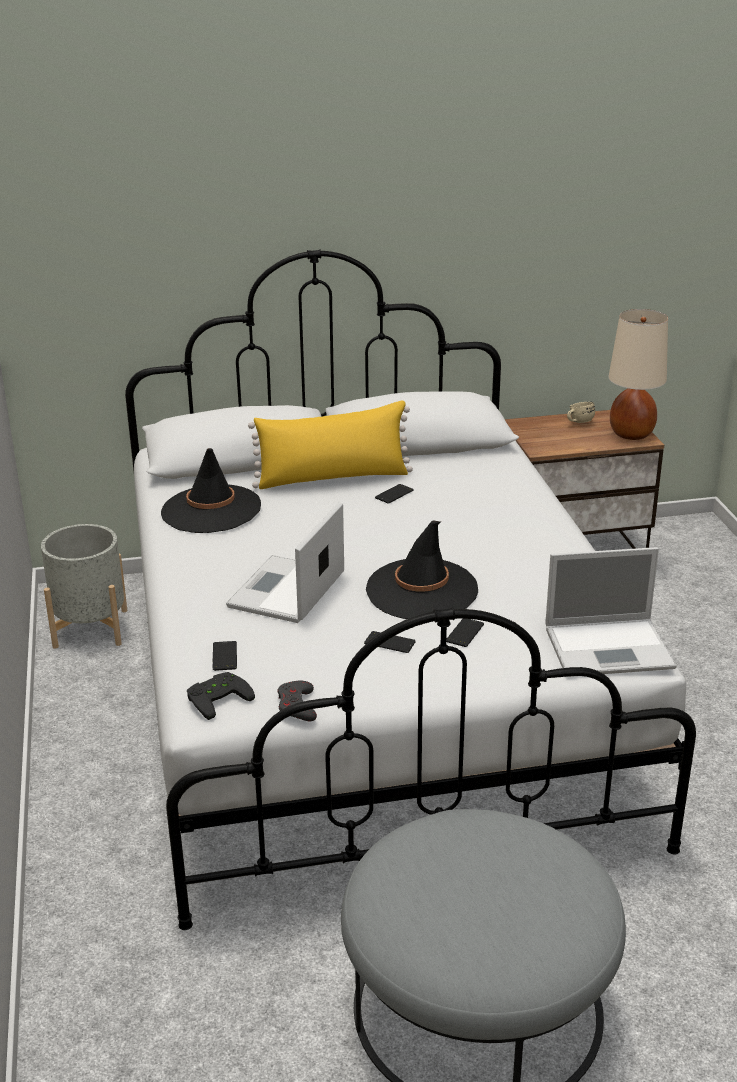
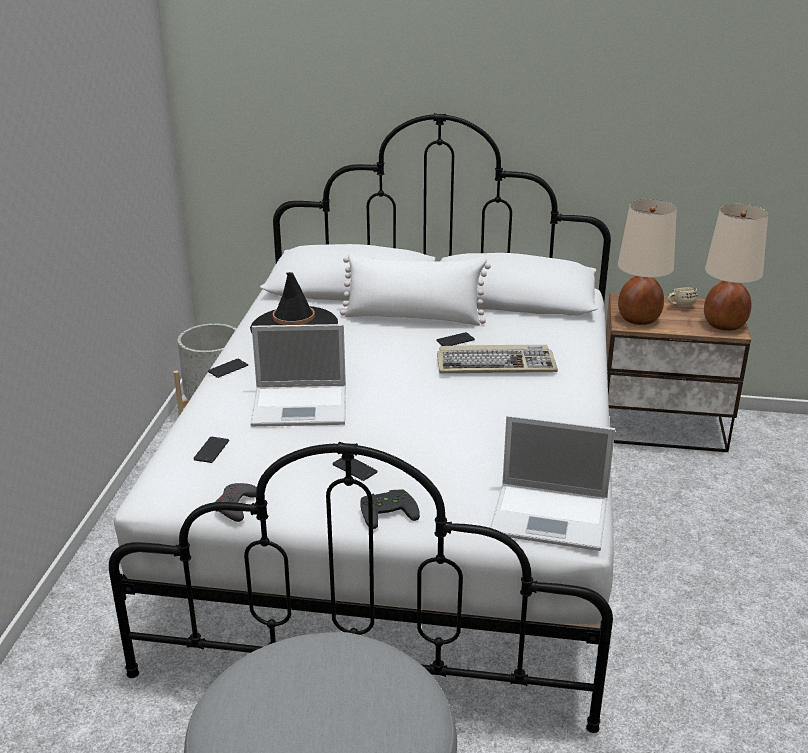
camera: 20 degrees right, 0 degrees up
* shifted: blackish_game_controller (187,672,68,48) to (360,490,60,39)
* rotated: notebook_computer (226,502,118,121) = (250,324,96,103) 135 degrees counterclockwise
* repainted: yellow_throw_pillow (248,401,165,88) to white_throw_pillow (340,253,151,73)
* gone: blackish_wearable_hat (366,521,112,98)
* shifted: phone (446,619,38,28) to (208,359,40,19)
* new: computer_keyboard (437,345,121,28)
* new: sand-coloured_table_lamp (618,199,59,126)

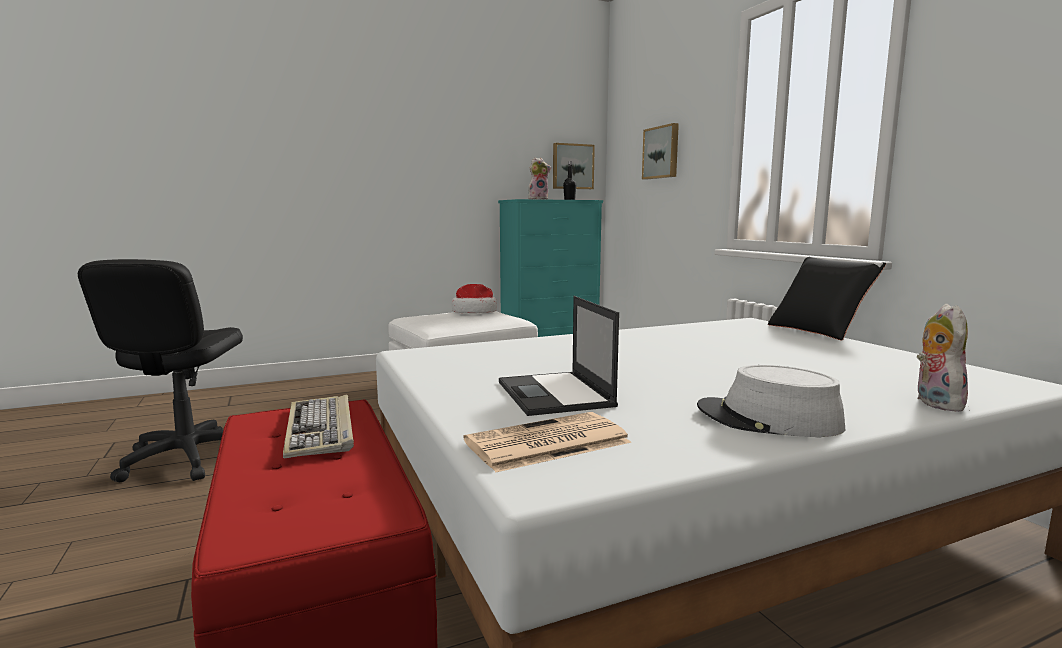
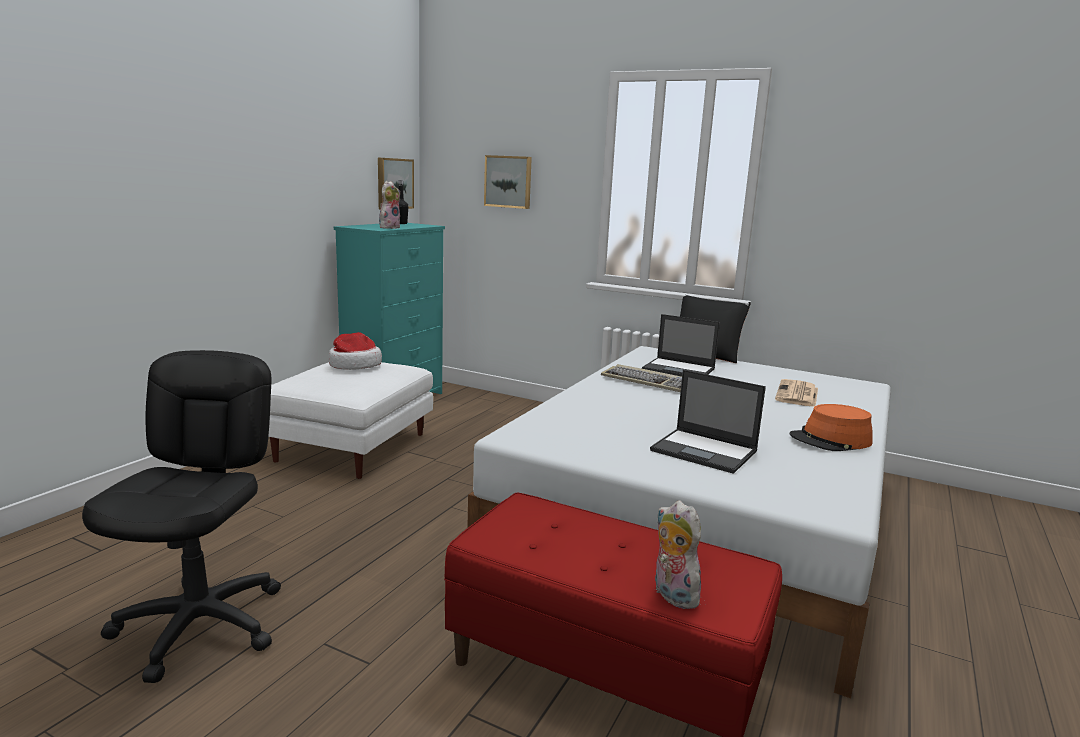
camera: 40 degrees left, 5 degrees up
* rotated: blackish_office_chair (78,259,165,223) = (82,350,199,333) 135 degrees counterclockwise
* shifted: computer_keyboard (283,394,71,64) to (601,364,81,28)
* shifted: newspaper (464,412,168,61) to (775,379,43,28)
* repainted: grey_wearable_hat (697,365,148,72) to orangey_wearable_hat (789,404,83,47)
* shifted: cuddly_toy (917,304,51,108) to (655,500,46,109)
* new: notebook_computer (642,314,78,63)

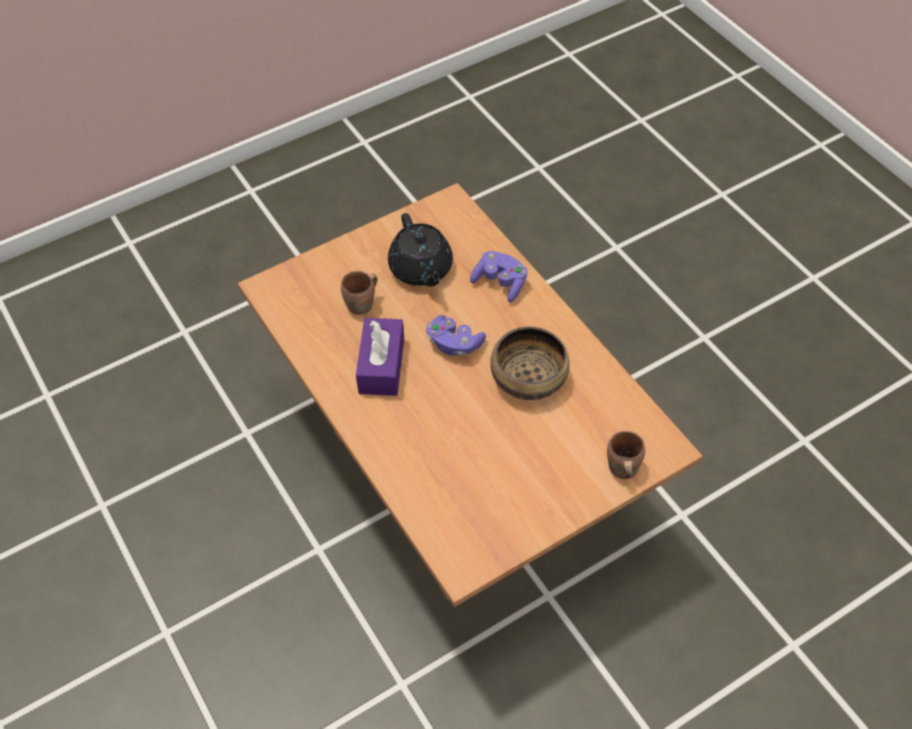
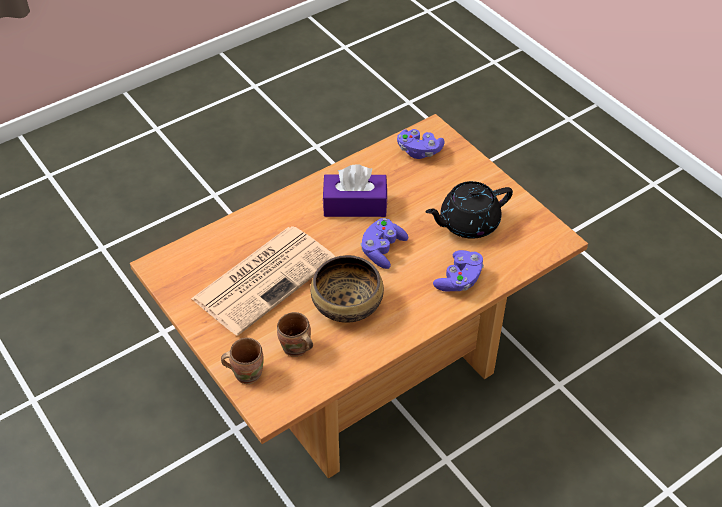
camera: 85 degrees right, 5 degrees down
* shifted: brownish_tea_mug (341,271,37,44) to (277,312,36,45)
* new: newspaper (191,226,145,110)
* new: purple_game_controller (397,129,48,30)

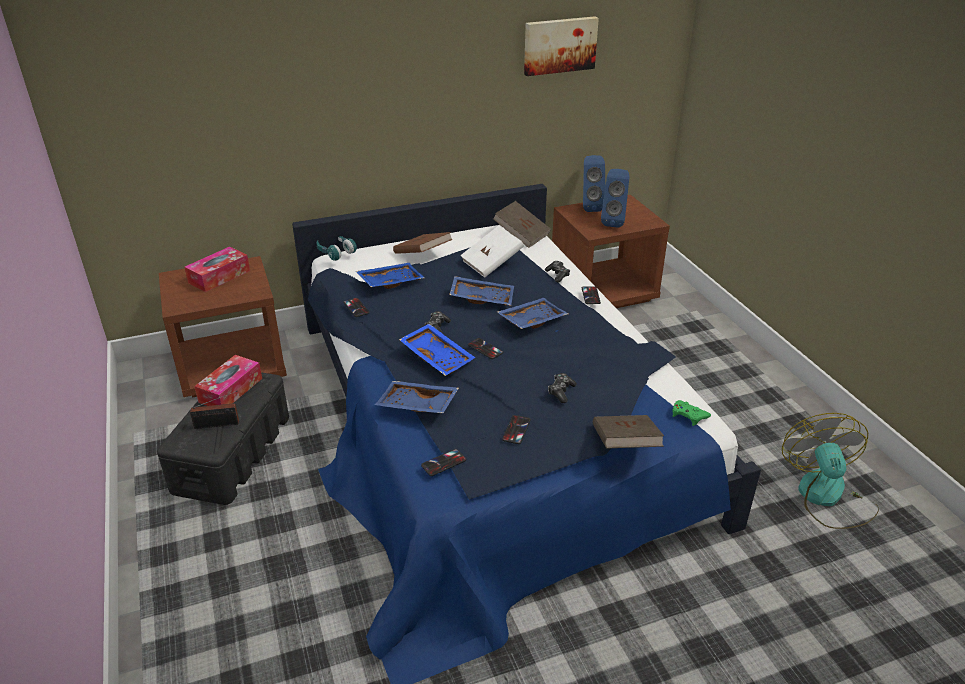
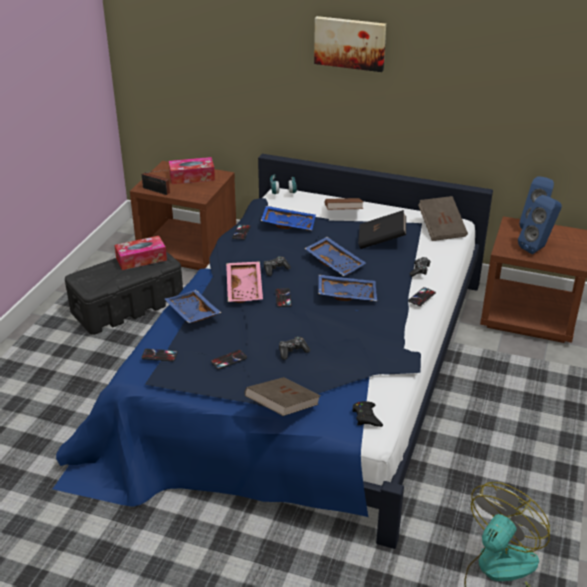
camera: 40 degrees right, 0 degrees up
* shifted: radio_set (190,391,49,38) to (142,170,28,25)
* repainted: blue_carrying_tray (399,324,76,52) to pinkish_carrying_tray (226,261,37,42)
* repainted: white_book (460,226,64,52) to blackish_book (358,210,48,39)
* shifted: wall_art (524,16,75,60) to (314,16,72,56)
* repainted: greenish_game_controller (673,400,38,26) to blackish_game_controller (352,401,31,26)

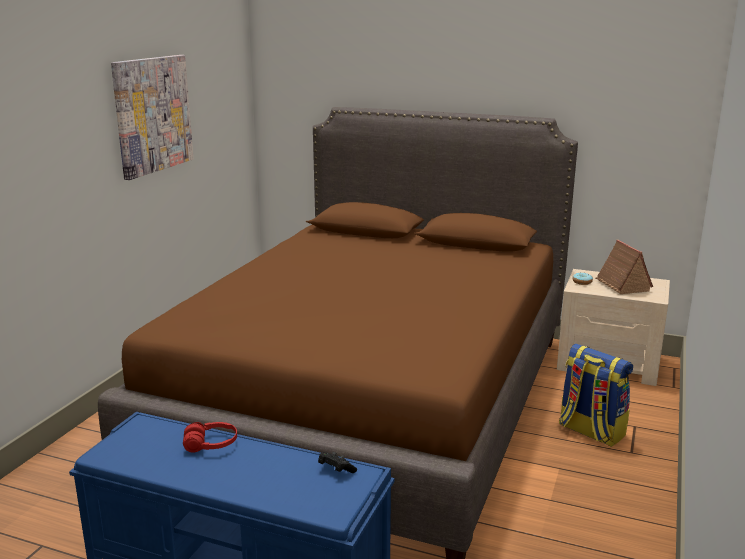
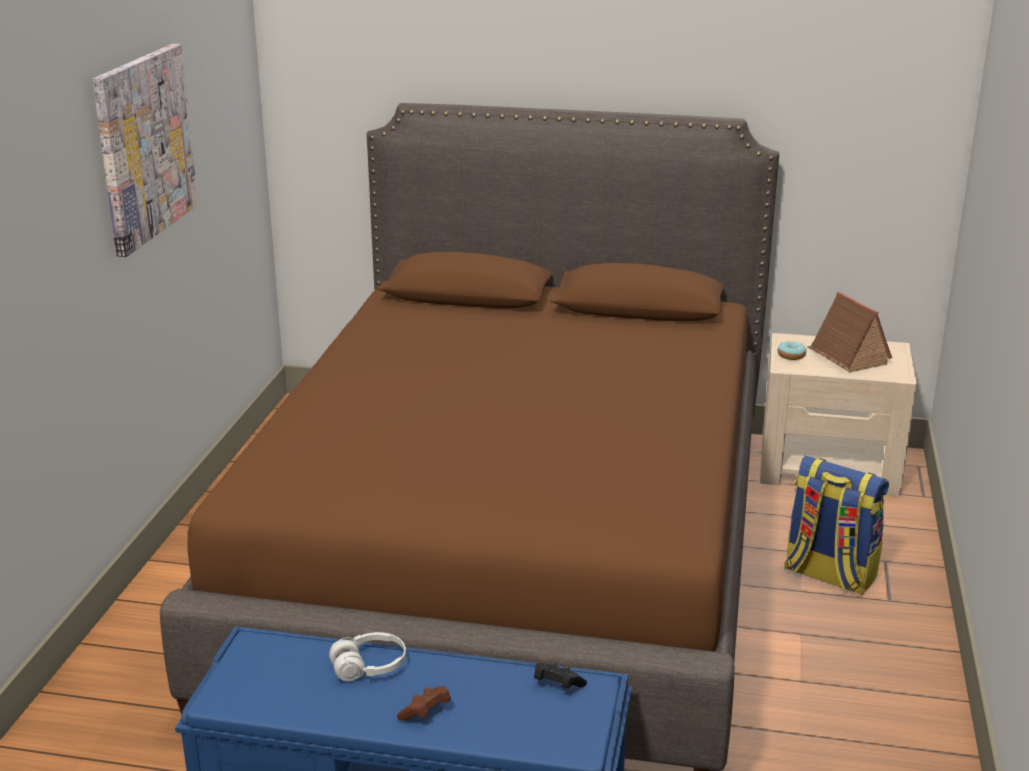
camera: 10 degrees left, 5 degrees up
* repainted: red_headphones (183,422,54,31) to white_headphones (329,632,77,50)
* new: brownish_game_controller (397,686,54,35)

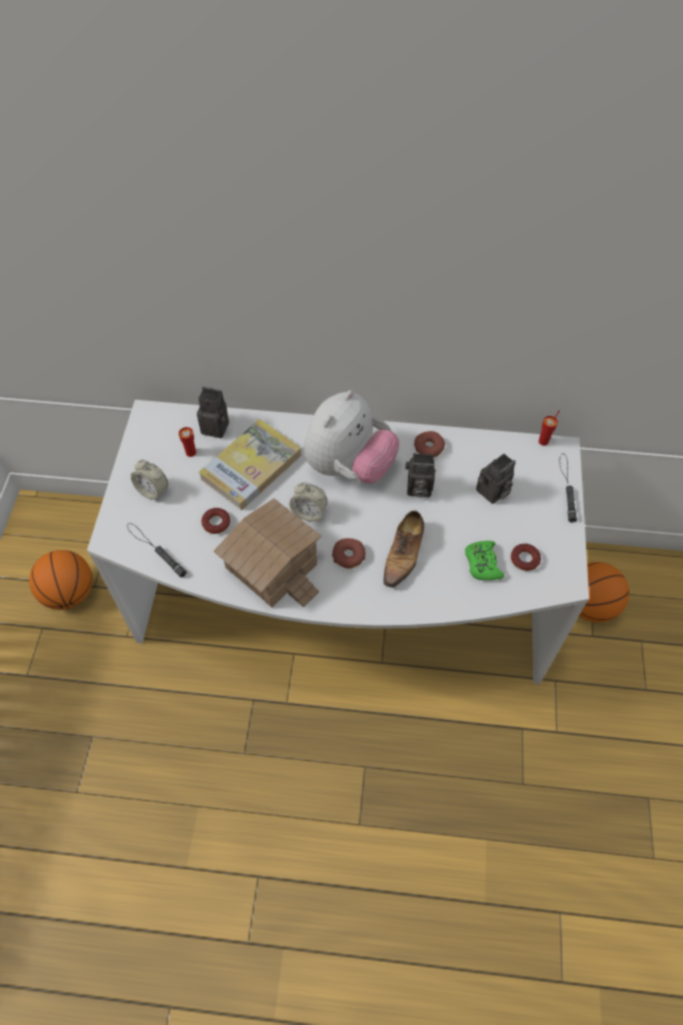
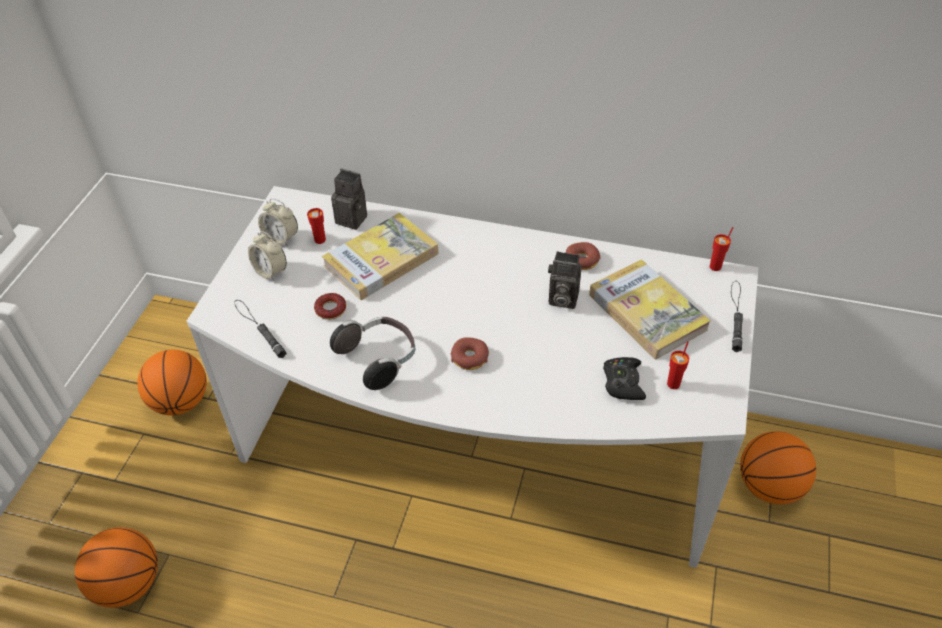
camera: 10 degrees right, 10 degrees down
* swapped: model_house (214,498,107,109) to headphones (330,316,85,74)
* shifted: table_clock (289,482,39,39) to (258,198,40,48)
* gone: cuddly_toy (304,390,95,93)
* gone: low_shoe (383,511,41,78)
* repainted: greenish_game_controller (465,541,39,39) to blackish_game_controller (603,357,43,43)
* swapped: photo_camera (476,453,40,51) to book (589,259,121,100)
* swapped: donut (511,544,30,27) to red_drinking_cup (667,341,22,48)
* new: basketball (75,527,83,81)

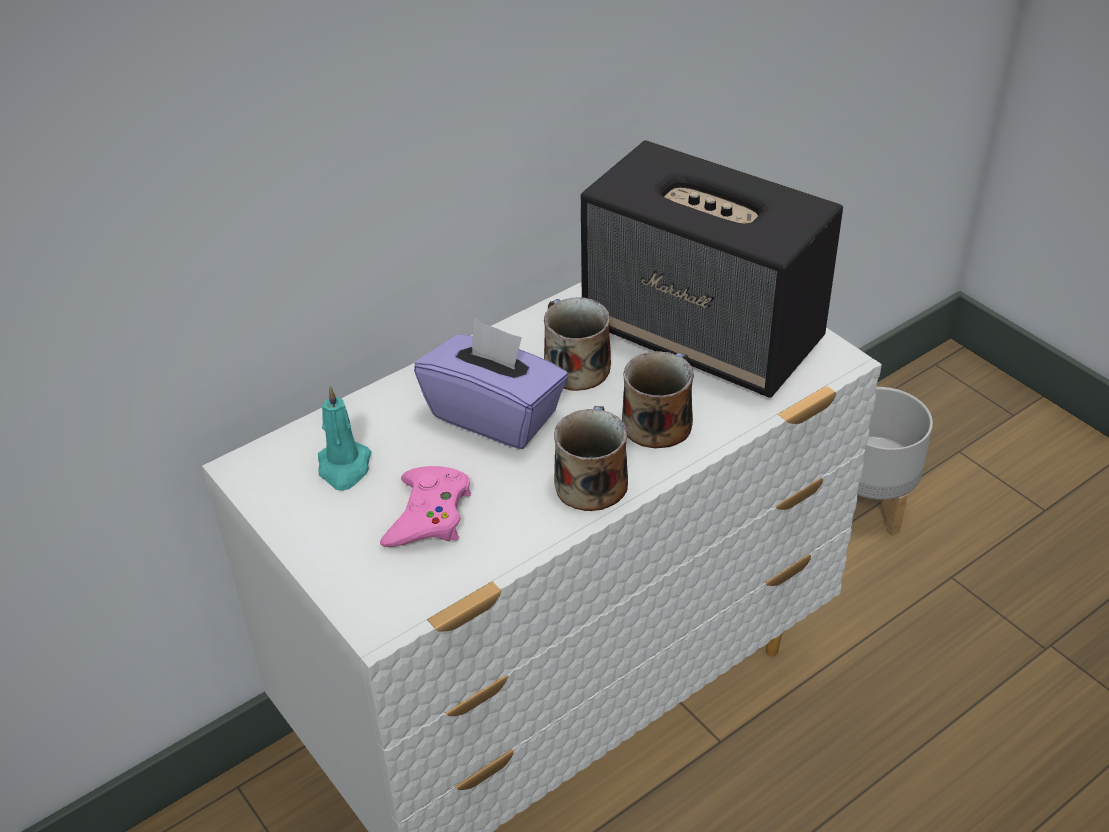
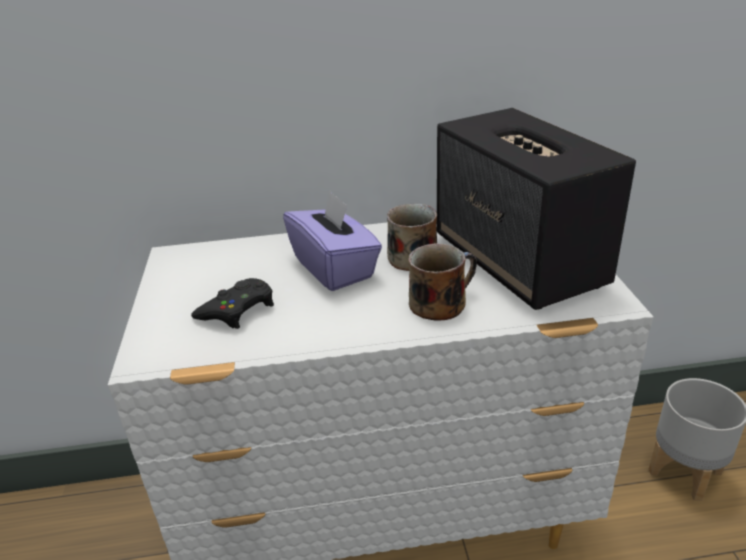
camera: 30 degrees right, 10 degrees down
* gone: blue-green_wax_candle (318,386,53,105)
* repainted: pinkish_game_controller (380,466,91,81) to blackish_game_controller (191,278,83,51)
* gone: tea_mug (554,406,74,105)

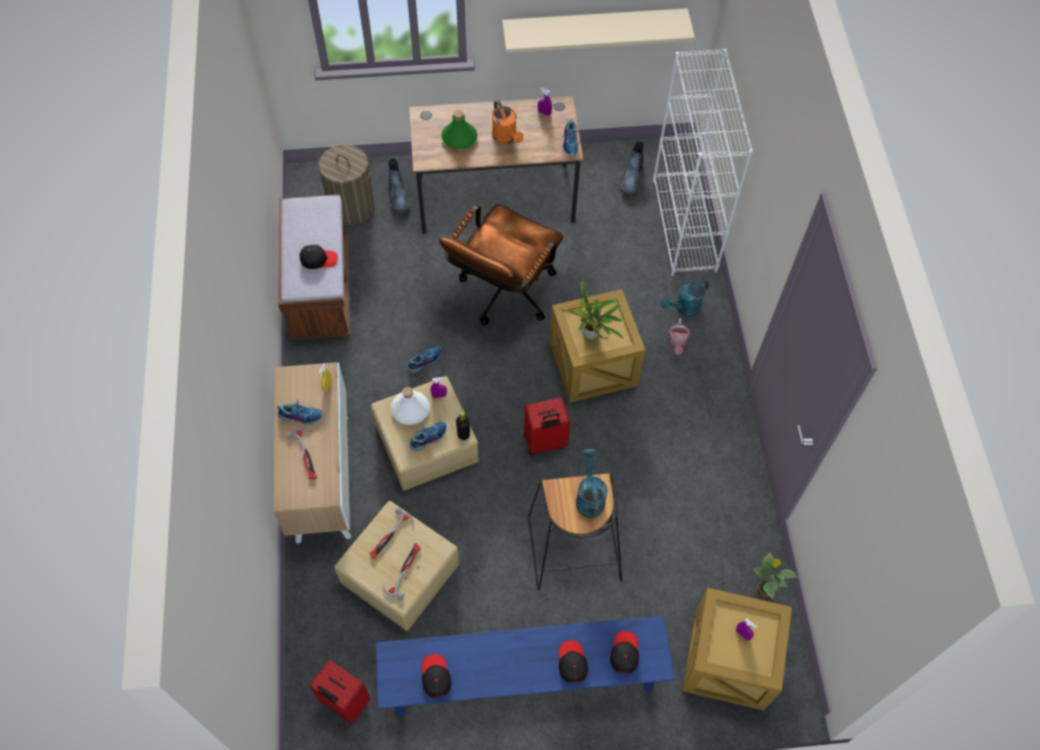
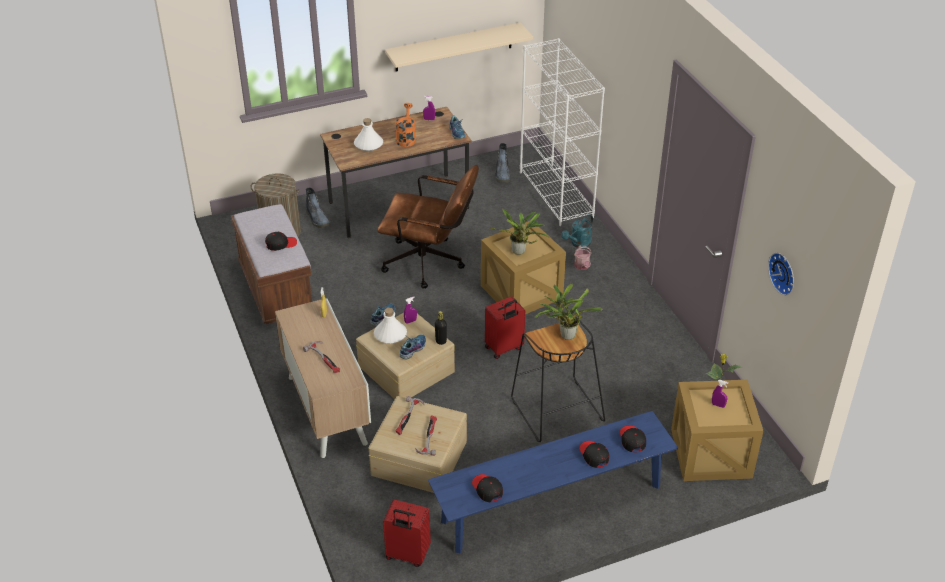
camera: 15 degrees left, 20 degrees down
* gone: low_shoe (277,398,46,27)
* rotated: brownish_office_chair (439,204,124,121) = (378,165,101,124) 90 degrees counterclockwise
* repainted: greenish_beverage_bottle (441,110,36,39) to white_beverage_bottle (354,118,29,33)
* rotated: orangey_watering_pot (492,100,31,44) = (396,103,20,44) 135 degrees counterclockwise
* swapped: blue-green_watering_pot (576,449,32,69) to plant_in_a_pot (535,283,67,57)
* new: wall_clock (768,253,26,42)

